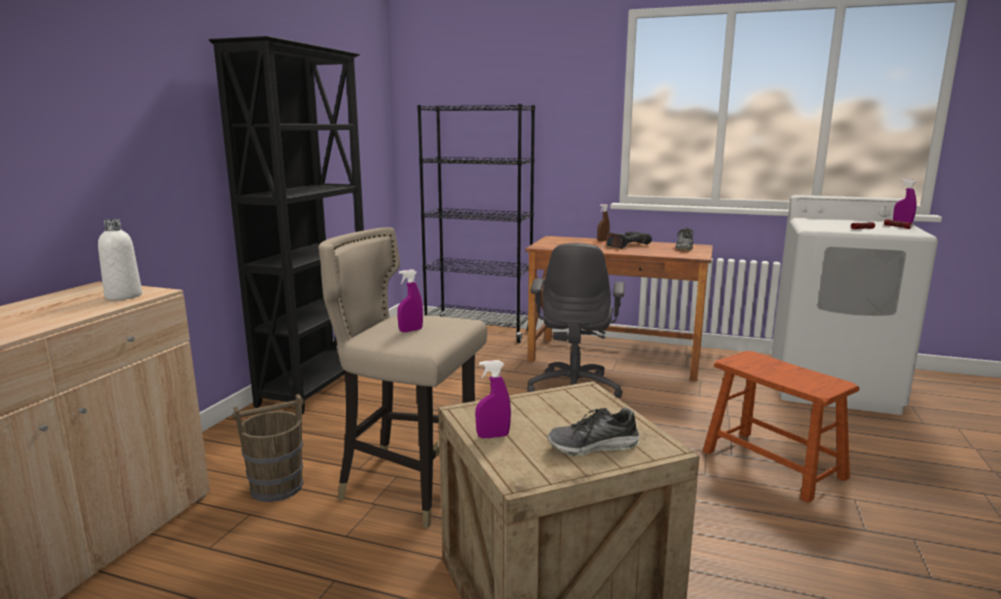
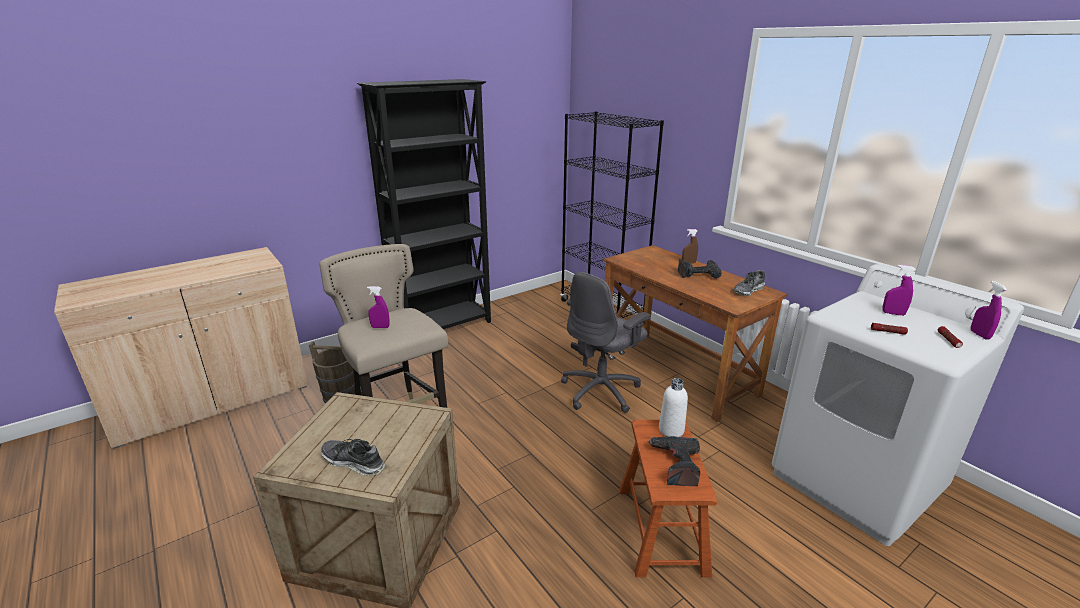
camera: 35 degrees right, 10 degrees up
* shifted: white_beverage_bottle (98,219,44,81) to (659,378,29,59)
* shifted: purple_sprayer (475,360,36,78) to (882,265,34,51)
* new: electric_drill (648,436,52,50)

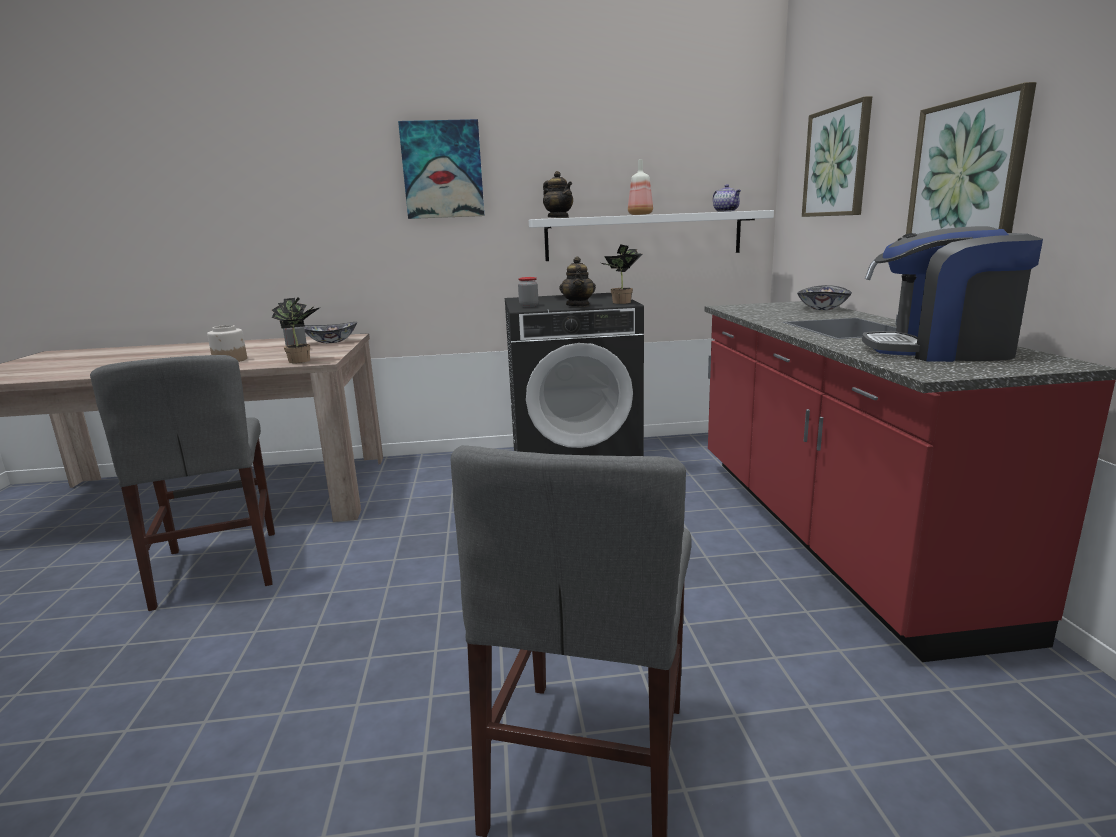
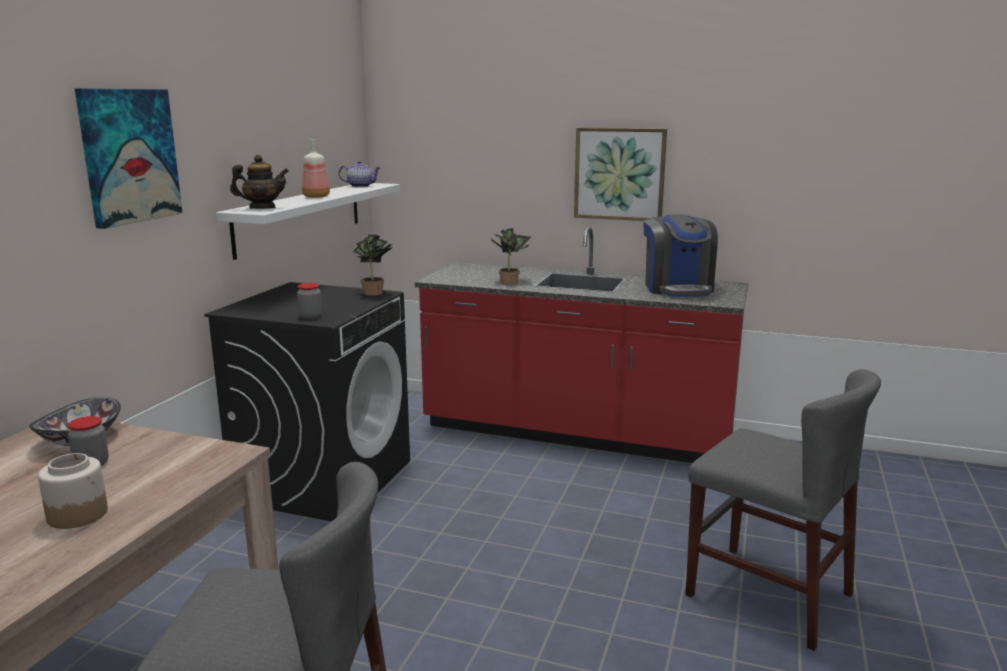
camera: 65 degrees left, 0 degrees up
* shifted: plant_in_a_pot (272,297,49,66) to (491,228,40,57)
* gone: teapot (559,256,37,51)
* gone: bowl (797,285,55,25)
* gone: wall_art (802,96,70,121)
* rotated: coffee_machine (862,226,181,136) = (643,214,75,83) 45 degrees counterclockwise

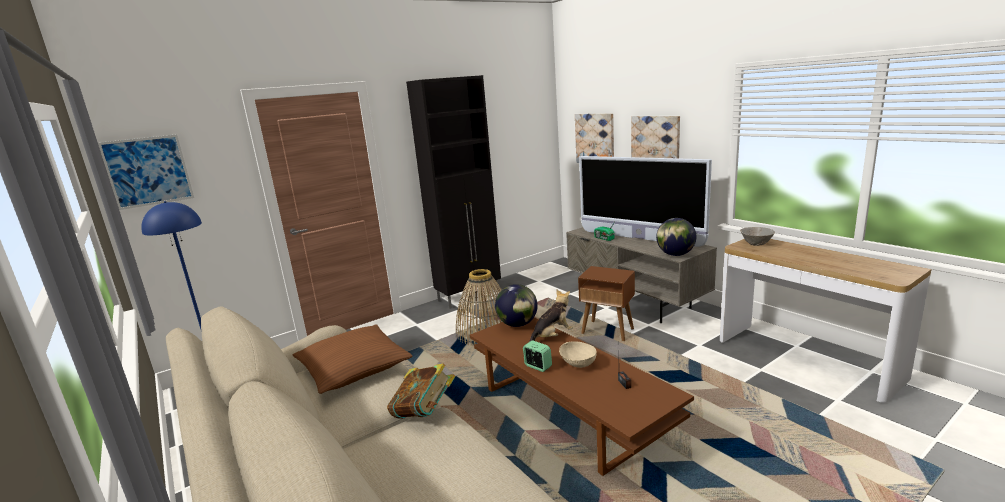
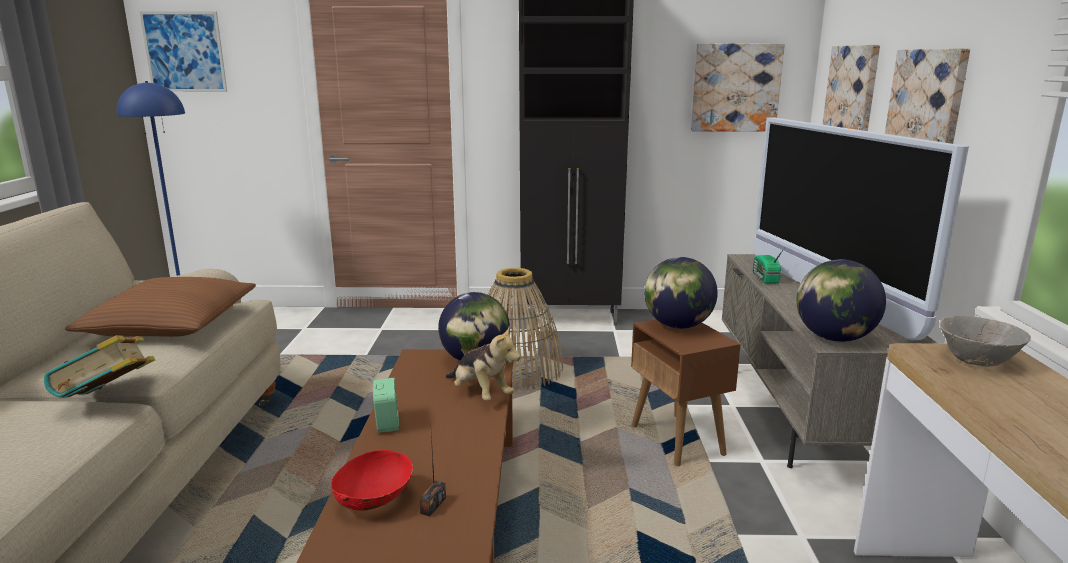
camera: 35 degrees right, 0 degrees up
* rotated: cuddly_toy (529,290,44,52) = (445,327,76,73) 45 degrees clockwise
* gone: sand-coloured_bowl (559,341,38,27)
* new: red_bowl (331,450,82,61)
* new: globe (644,257,74,72)
* new: wall_art (691,44,94,88)

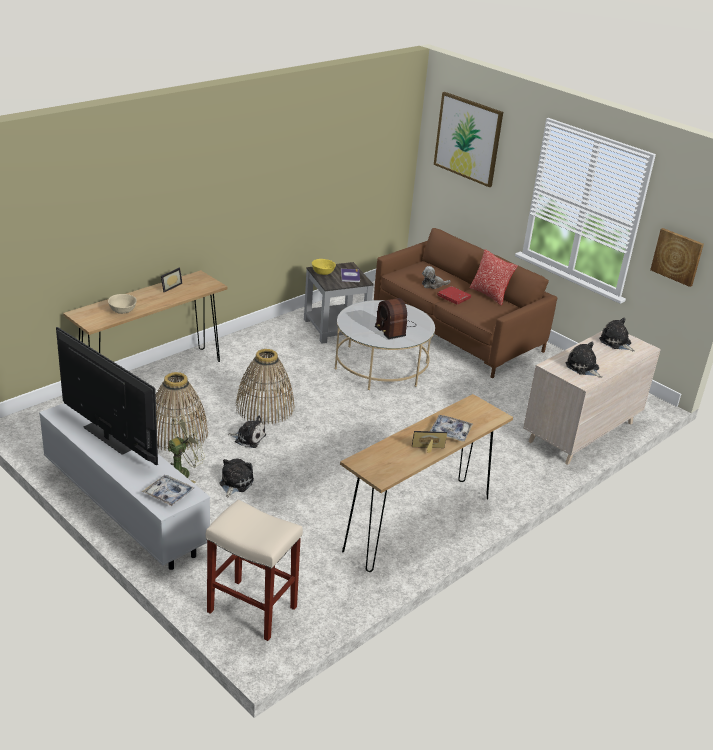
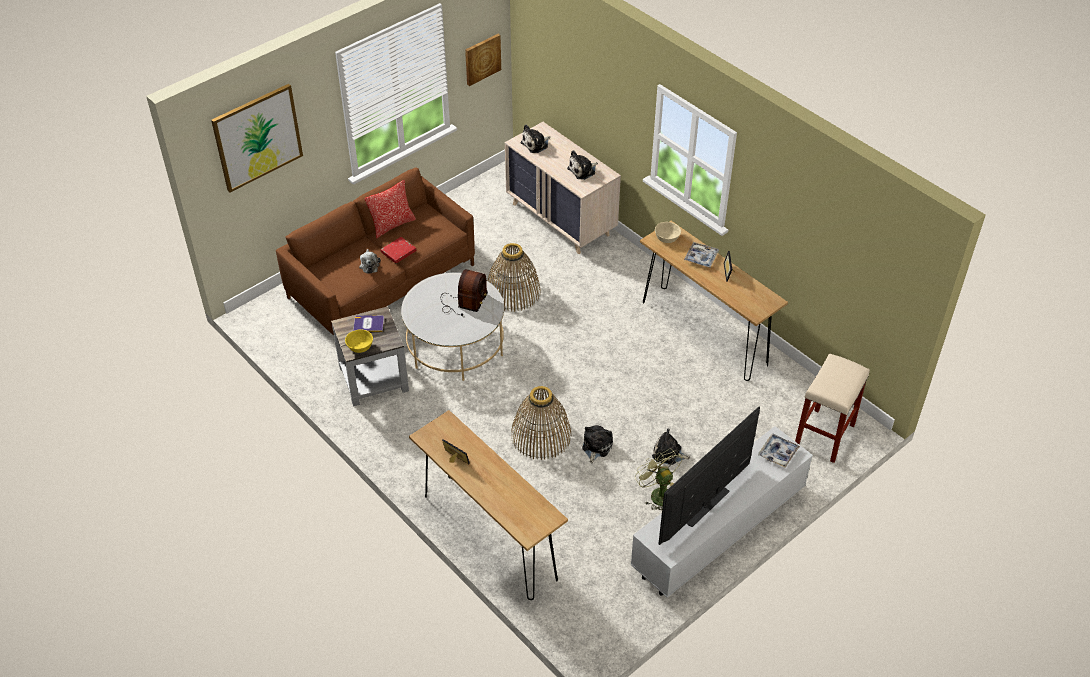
camera: 85 degrees left, 15 degrees up
* shifted: sand-coloured_bowl (108,294,29,20) to (655,222,26,21)
* shifted: basket (156,372,52,79) to (488,243,53,69)
* rotated: radio_set (375,298,40,41) = (441,269,47,47) 45 degrees counterclockwise

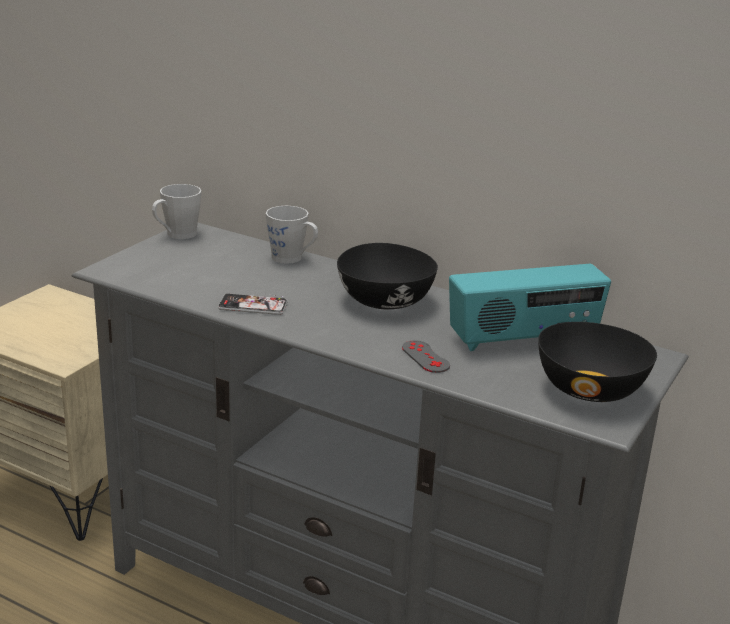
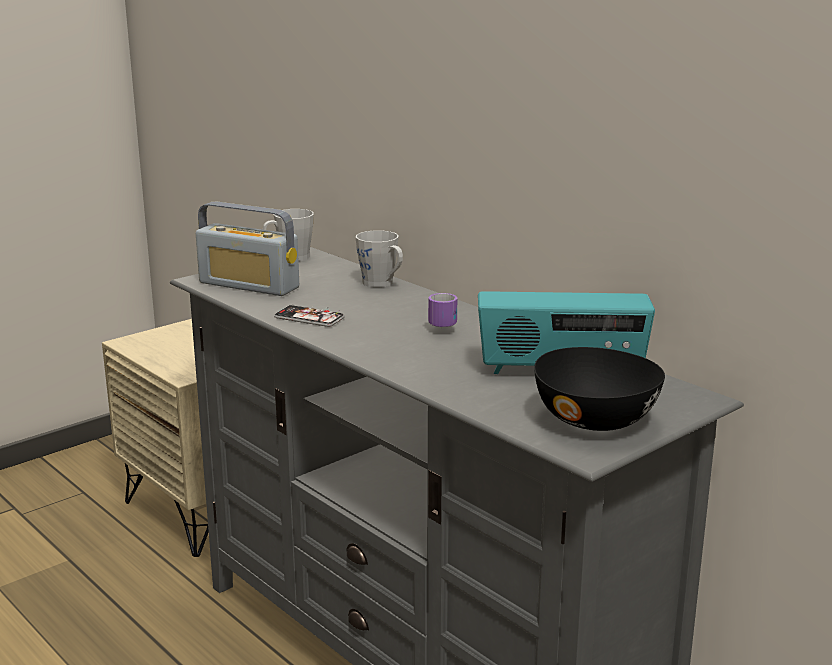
camera: 20 degrees right, 5 degrees down
* swapped: blackish_bowl (337,243,101,66) to tea_mug (428,293,29,36)
* gone: grey_game_controller (402,340,48,33)
* new: radio_set (196,202,103,94)

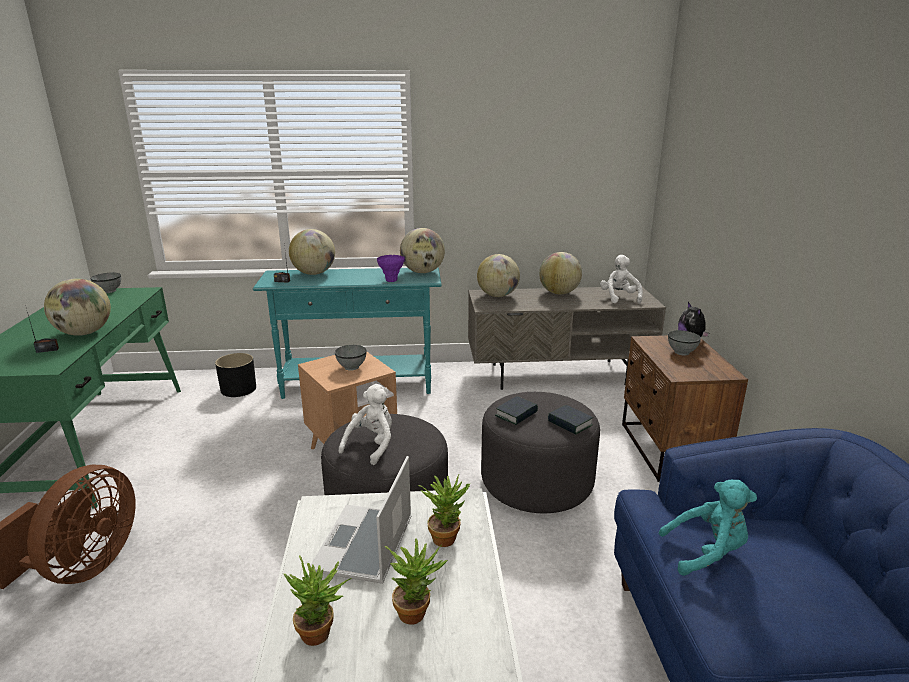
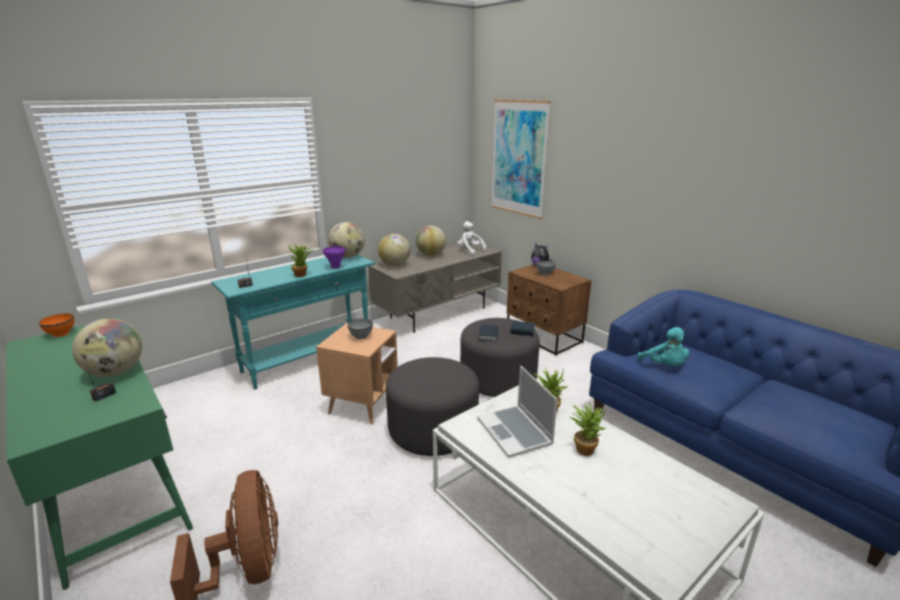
camera: 35 degrees left, 0 degrees up
* repainted: grey_bowl (91,273,30,20) to orangey_bowl (39,313,36,24)
* gone: blackish_flower_pot (215,353,41,44)
* shifted: plant_in_a_pot (284,556,68,90) to (289,244,23,33)
* gone: globe (289,229,46,46)
* gone: white_cuddly_toy (339,384,53,81)
* rotated: blue-green_cuddly_toy (659,480,98,96) = (637,327,53,39) 105 degrees clockwise
* new: wall_art (491,99,60,120)

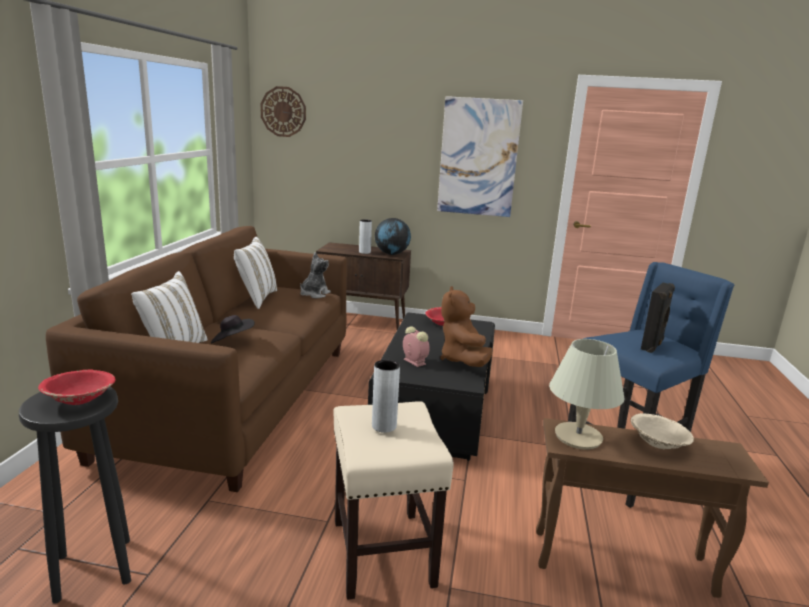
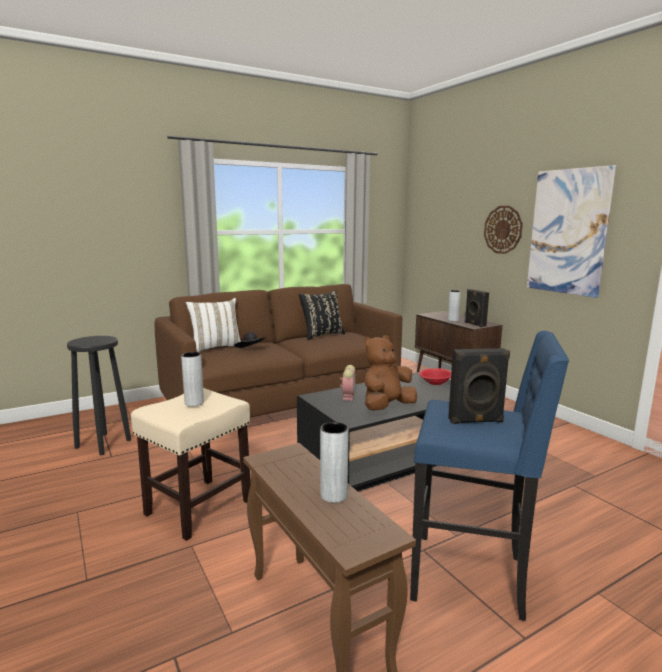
camera: 50 degrees right, 5 degrees down
* gone: red_bowl (38,370,78,35)
* repainted: white_throw_pillow (234,237,43,72) to blackish_throw_pillow (299,290,46,50)
* shifted: wall_clock (260,86,46,51) to (484,206,39,48)
* gone: cuddly_toy (300,252,31,46)
* swapped: globe (375,218,36,37) to blackish_loudspeaker (465,289,24,38)
* gone: sand-coloured_table_lamp (549,339,76,111)
* swapped: sand-coloured_bowl (631,413,63,36) to grey_flower_vase (320,422,29,81)

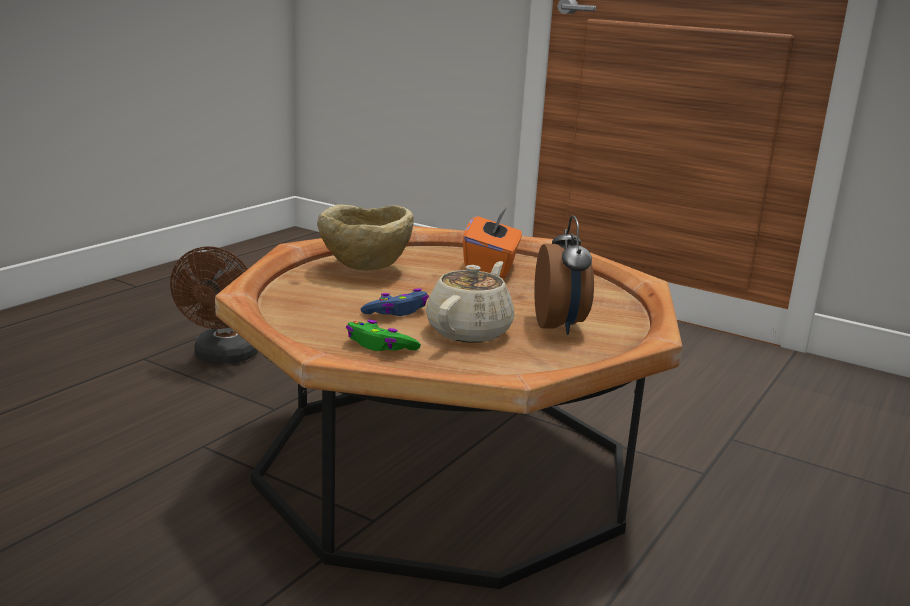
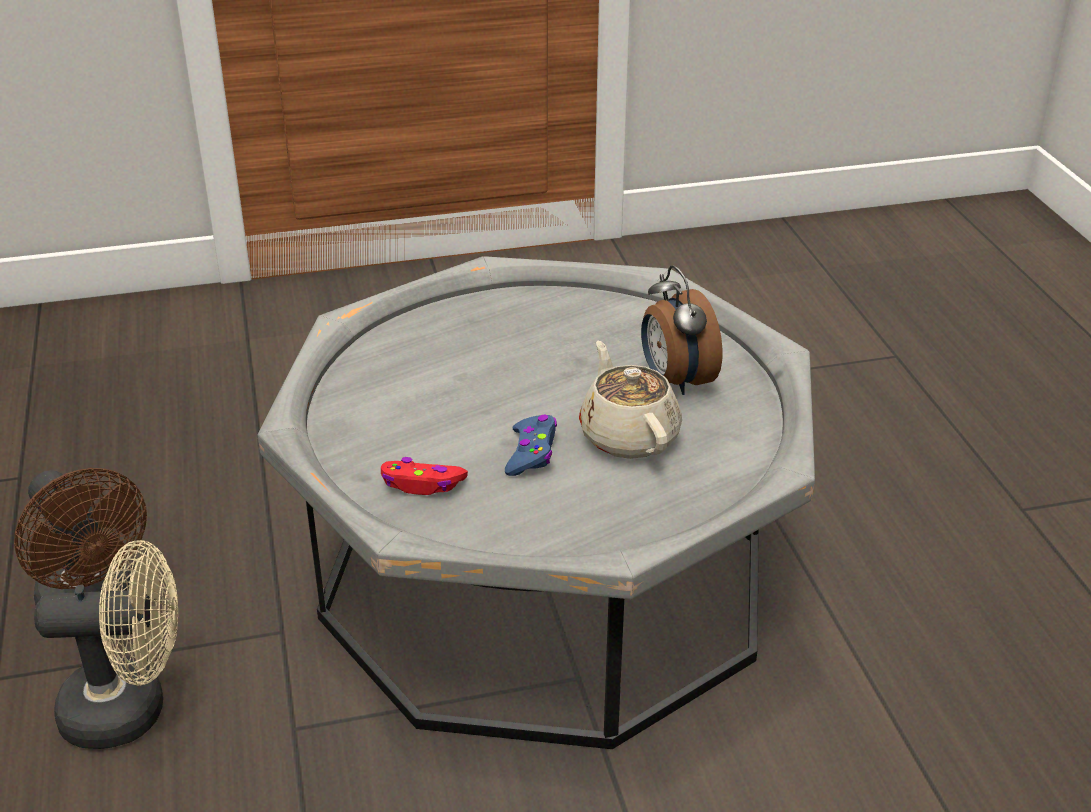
camera: 45 degrees left, 15 degrees up
* repainted: brownish_coffee_table (215,226,467,363) to grey_coffee_table (258,256,557,493)
* gone: sand-coloured_bowl (317,204,97,67)
* gone: greenish_game_controller (346,320,75,31)
* gone: orangey_tissue_holder (463,206,59,73)
* rotated: table_clock (534,215,60,120) = (641,265,82,130) 150 degrees counterclockwise
* new: sand-coloured_cooling_fan (34,540,144,209)
* new: red_game_controller (381,457,87,38)

